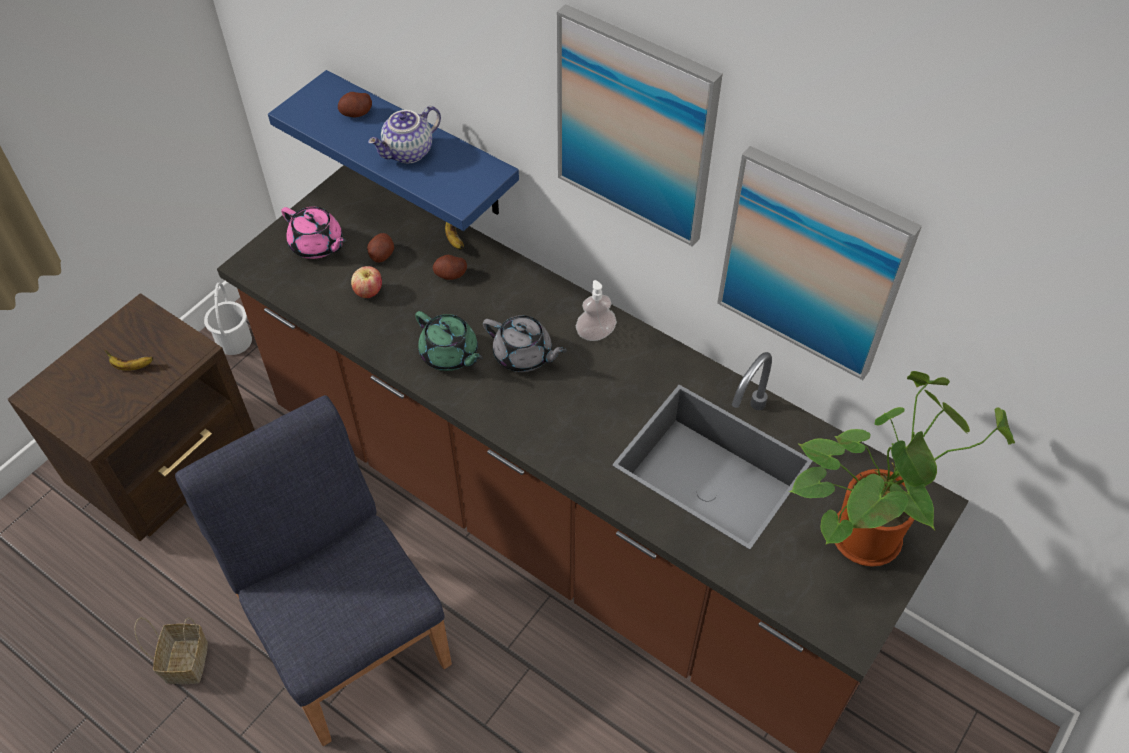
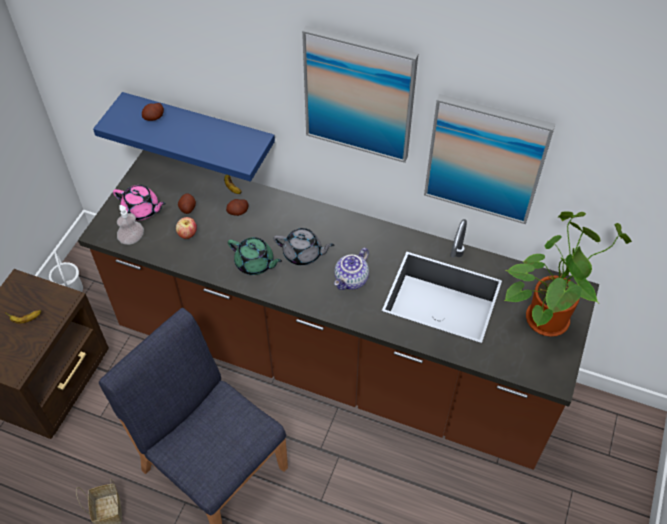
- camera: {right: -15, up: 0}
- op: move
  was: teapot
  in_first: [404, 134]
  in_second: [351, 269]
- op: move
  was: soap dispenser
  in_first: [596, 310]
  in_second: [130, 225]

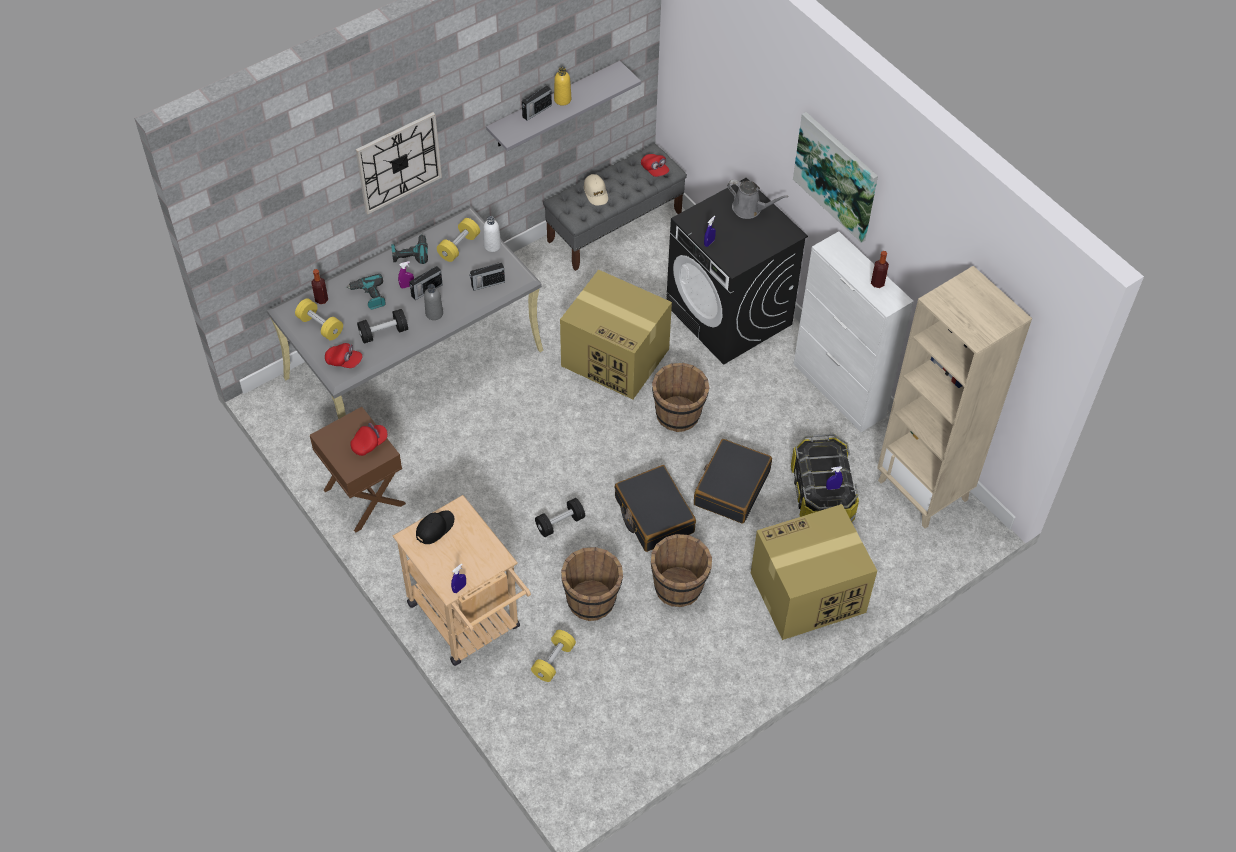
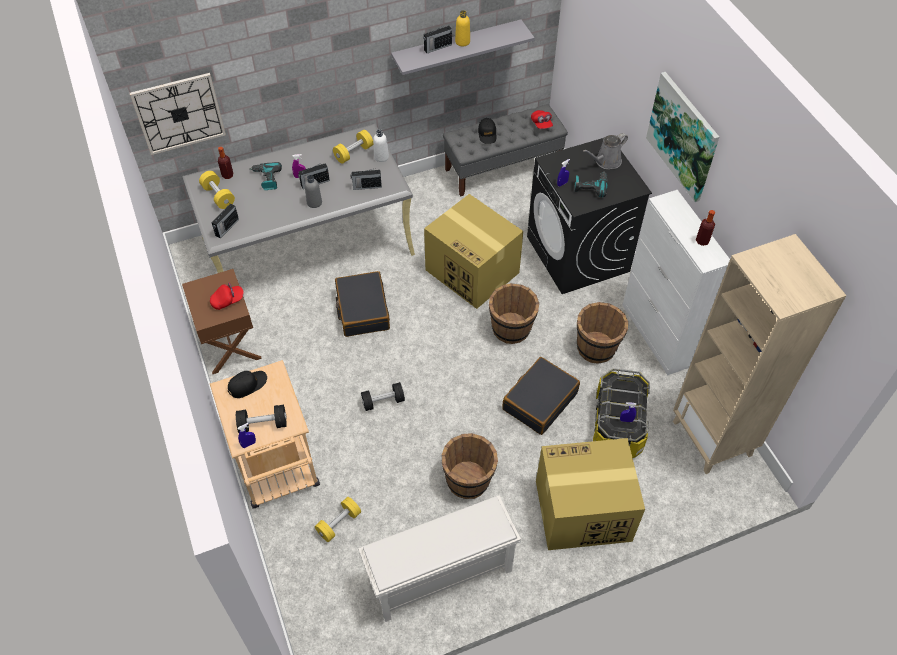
- camera: {right: 15, up: 0}
- op: replace
  was: cap (red)
  now: radio
  in_first: [343, 355]
  in_second: [225, 221]
- op: move
  was: wall clock
  in_first: [399, 163]
  in_second: [178, 114]
- op: move
  was: dumbbell (black)
  in_first: [382, 326]
  in_second: [261, 419]
- op: move
  was: power drill
  in_first: [409, 249]
  in_second: [591, 184]
- op: move
  was: bucket (brown)
  in_first: [592, 584]
  in_second: [602, 333]
- op: recolor
  was: cap (beige)
  now: cap (black)
  in_first: [596, 190]
  in_second: [487, 131]
- op: move
  was: suitcase (black)
  in_first: [655, 508]
  in_second: [362, 304]
- op: rotate
  was: watering can (grey)
  in_first: [758, 199]
  in_second: [605, 151]
  clockwise: 105
- op: insert
  now: shoe rack (white)
  in_second: [439, 558]

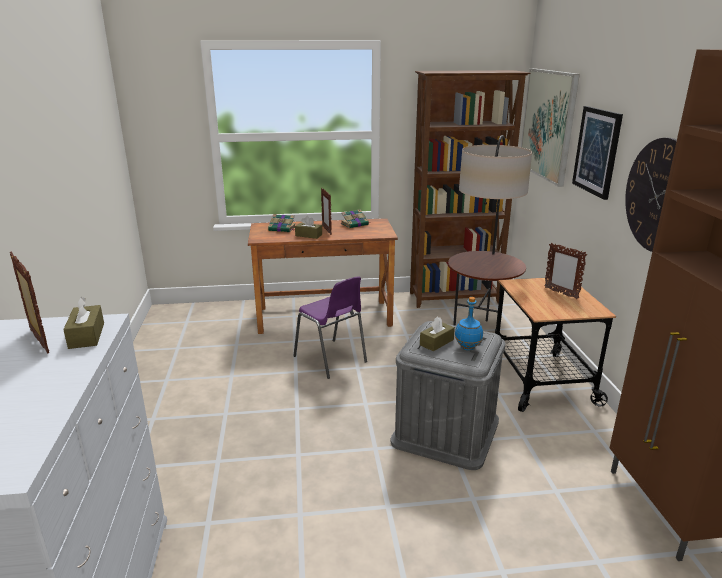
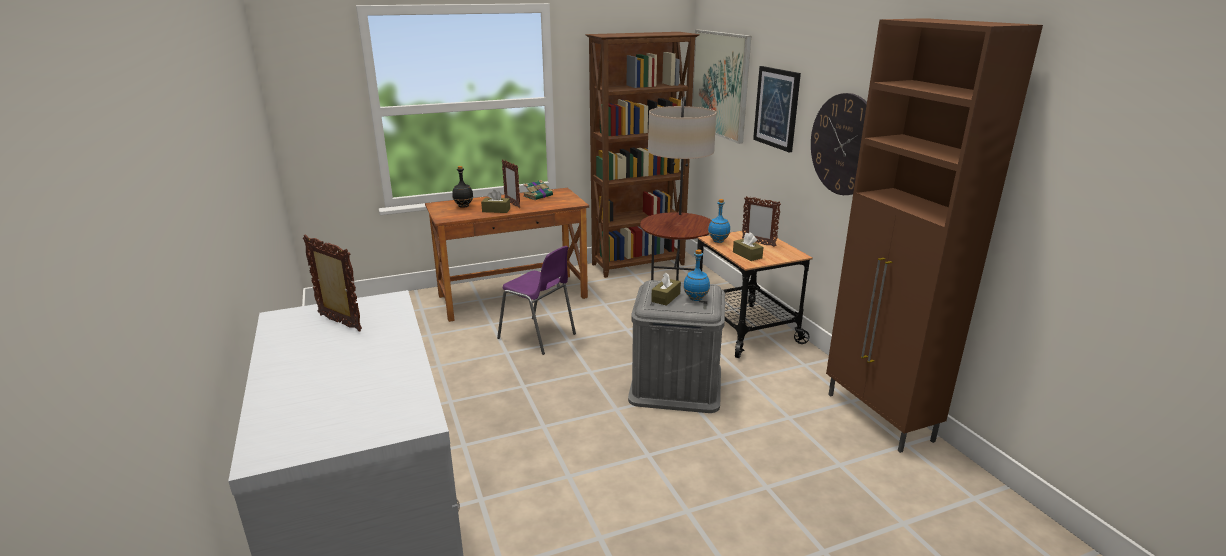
- camera: {right: -15, up: 0}
- op: move
  was: tissue box (brown)
  in_first: [83, 323]
  in_second: [748, 246]
- op: replace
  was: book
  now: bottle (black)
  in_first: [281, 223]
  in_second: [462, 187]
- op: insert
  now: bottle (blue)
  in_second: [719, 221]

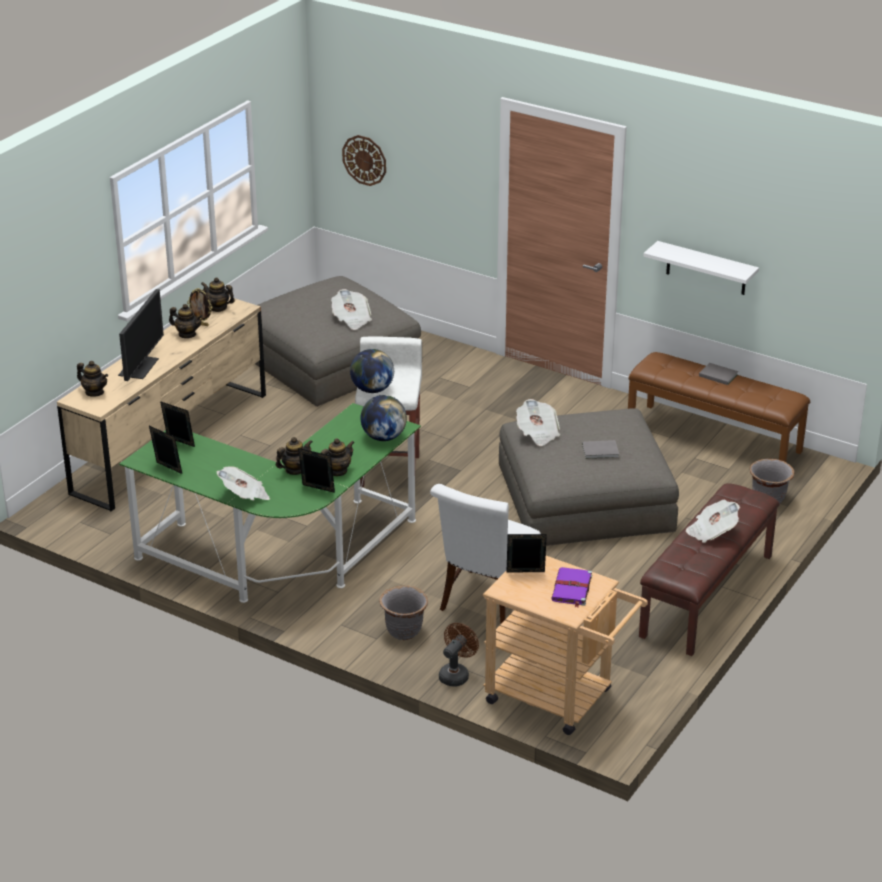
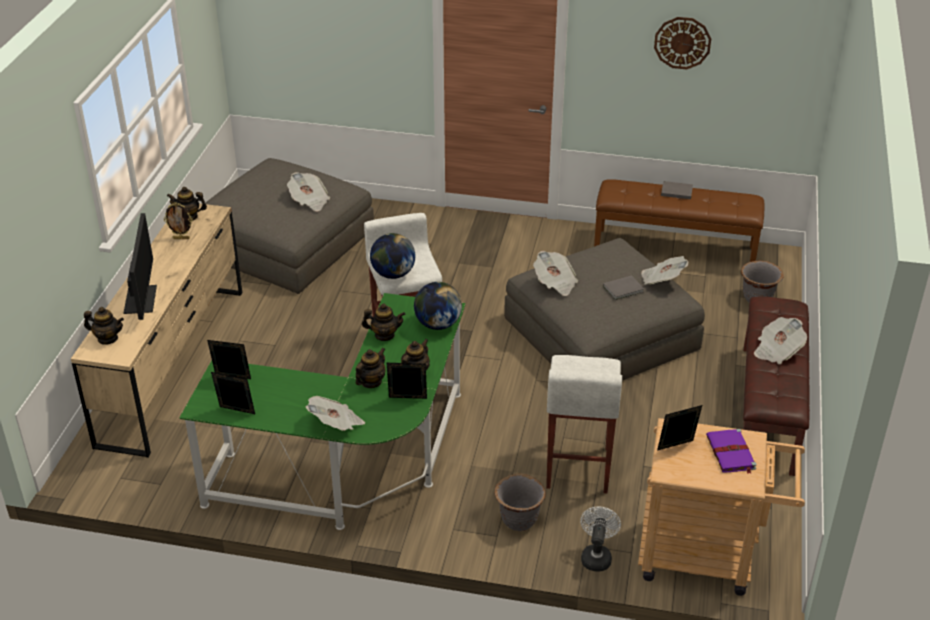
- camera: {right: -20, up: 5}
- op: move
  was: teapot
  in_first: [186, 321]
  in_second: [383, 322]
- op: move
  was: wall clock
  in_first: [364, 160]
  in_second: [682, 43]
- op: replace
  was: chair (white)
  now: stool (white)
  in_first: [485, 554]
  in_second: [584, 424]
- op: recolor
  was: fan (brown)
  now: fan (white)
  in_first: [459, 654]
  in_second: [600, 539]
- op: delete
  was: shelf (white)
  in_first: [701, 268]
- op: insert
  now: newspaper
  in_second: [664, 270]

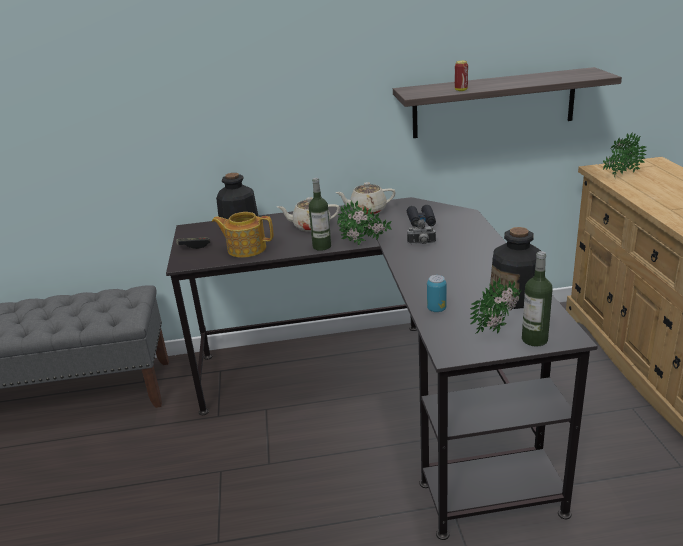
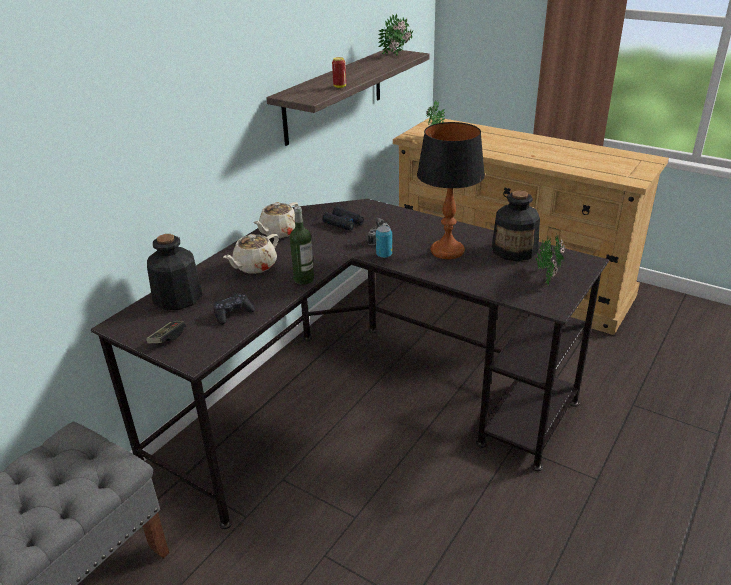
- camera: {right: -50, up: 5}
- op: replace
  was: teapot
  now: game controller (black)
  in_first: [243, 235]
  in_second: [234, 309]
- op: move
  was: potted plant
  in_first: [364, 223]
  in_second: [395, 34]
- op: move
  was: can
  in_first: [436, 293]
  in_second: [384, 242]
- op: delete
  was: bottle
  in_first: [537, 299]
- op: insert
  now: table lamp
  in_second: [451, 190]

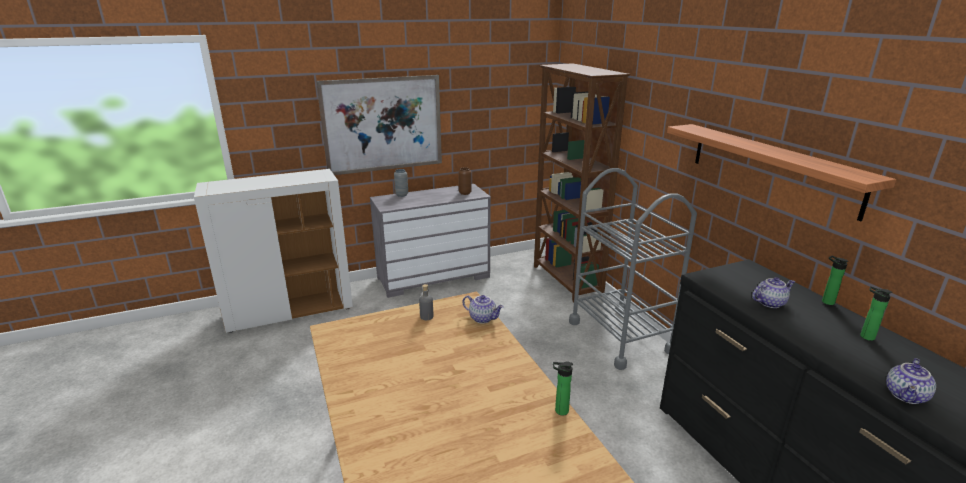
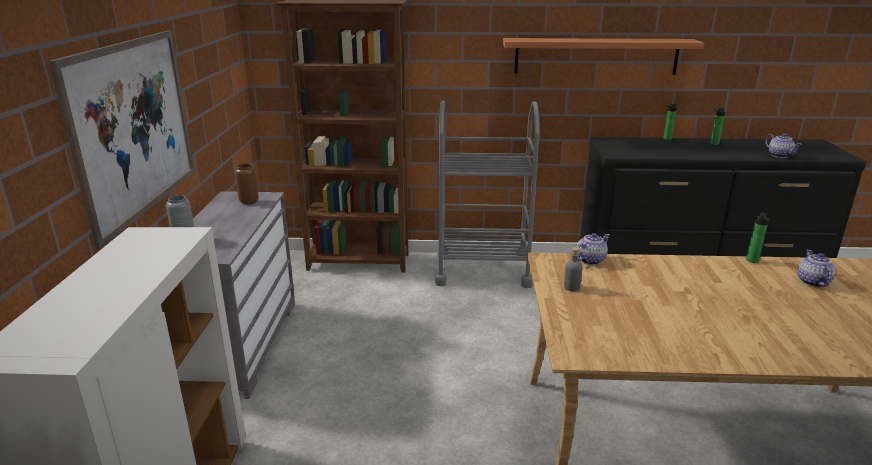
- camera: {right: -65, up: 0}
- op: move
  was: teapot
  in_first: [773, 292]
  in_second: [816, 268]

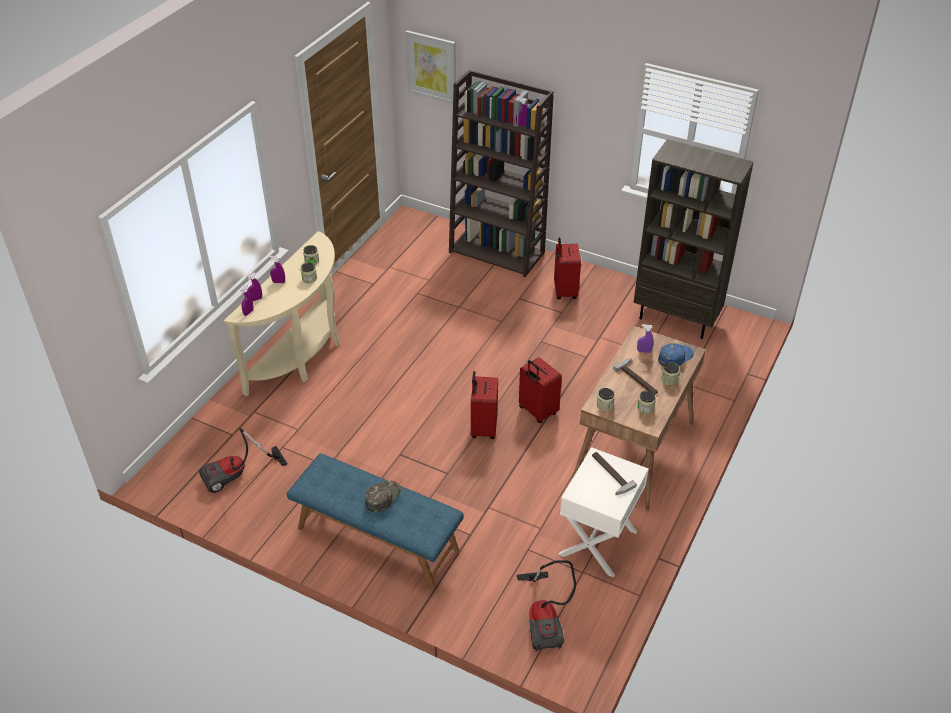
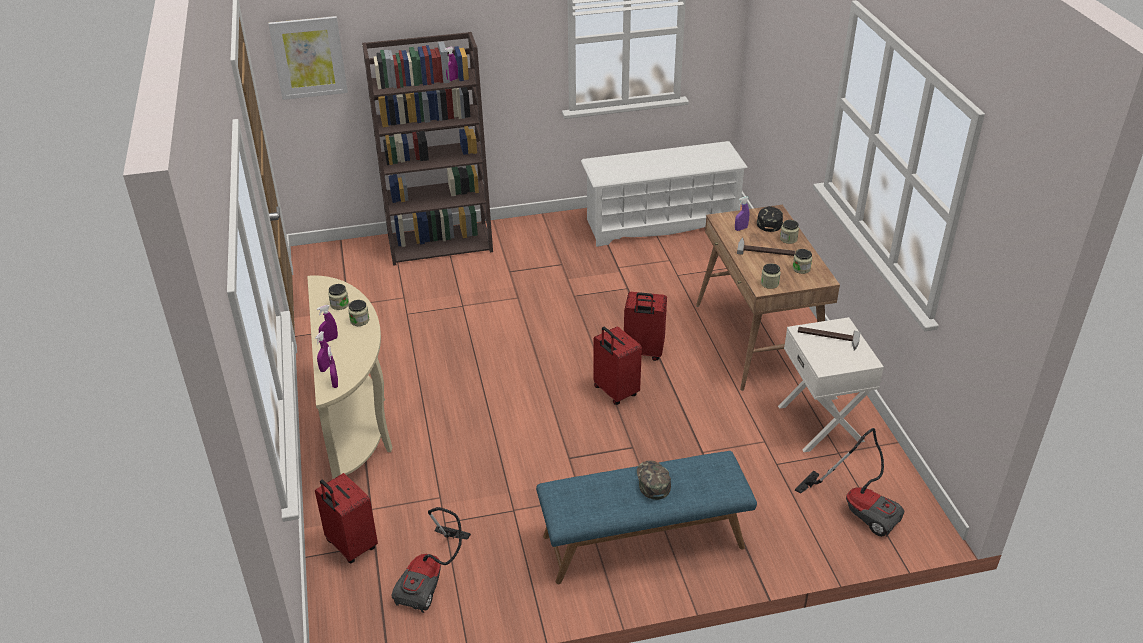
- camera: {right: -40, up: -5}
- op: move
  was: suitcase (red)
  in_first: [567, 268]
  in_second: [346, 518]
- op: replace
  was: bookcase (brown)
  now: shoe rack (white)
  in_first: [694, 239]
  in_second: [664, 194]
- op: recolor
  was: cap (blue)
  now: cap (black)
  in_first: [676, 354]
  in_second: [770, 219]

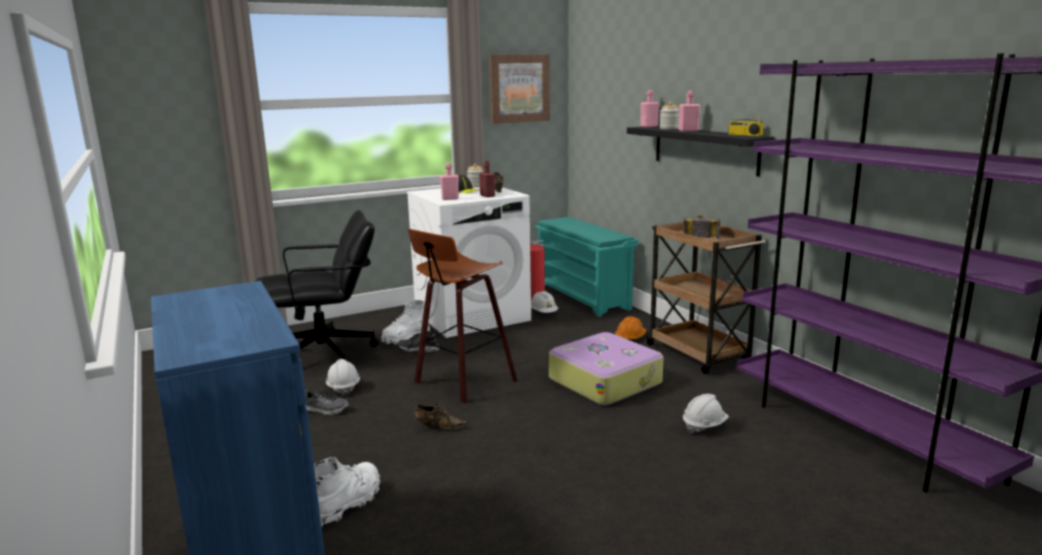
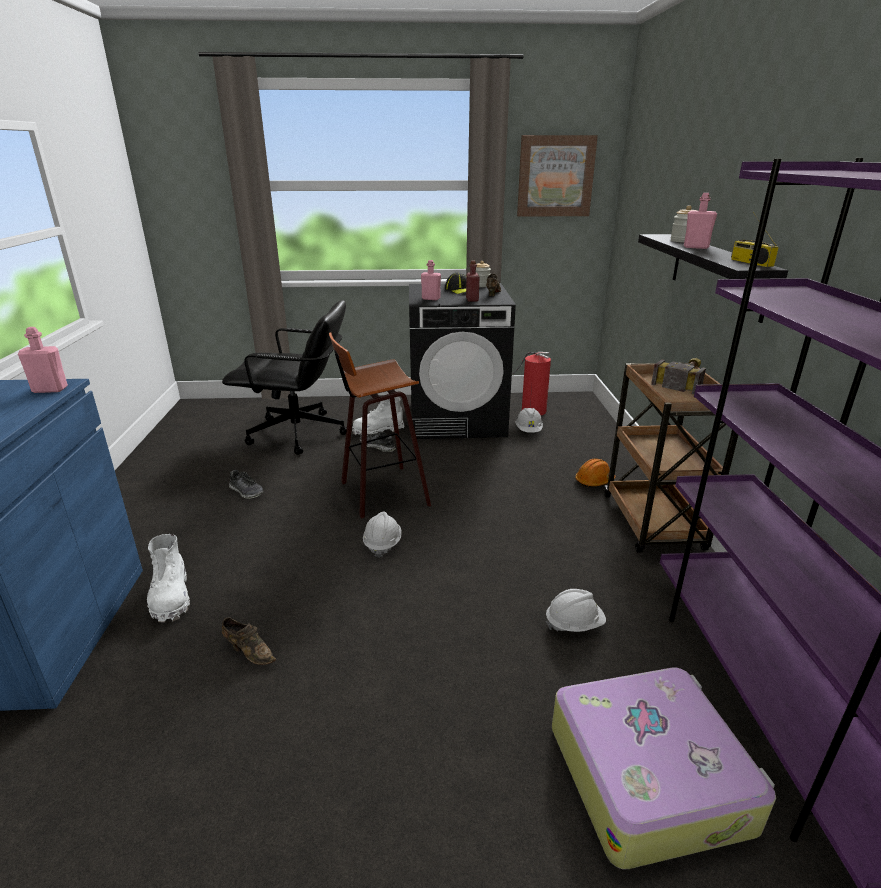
- camera: {right: 25, up: 10}
- op: rotate
  was: boot (white)
  in_first: [347, 492]
  in_second: [168, 578]
  clockwise: 105
- op: move
  was: hard hat (white)
  in_first: [343, 377]
  in_second: [382, 534]
- op: recolor
  was: washing machine (white)
  now: washing machine (black)
  in_first: [468, 262]
  in_second: [462, 361]
- op: move
  was: shoe (brown)
  in_first: [440, 416]
  in_second: [249, 641]
- op: delete
  was: shoe rack (turquoise)
  in_first: [586, 267]
- op: move
  was: suitcase
  in_first: [606, 368]
  in_second: [664, 768]
- op: move
  was: bottle (pink)
  in_first: [649, 108]
  in_second: [43, 360]

